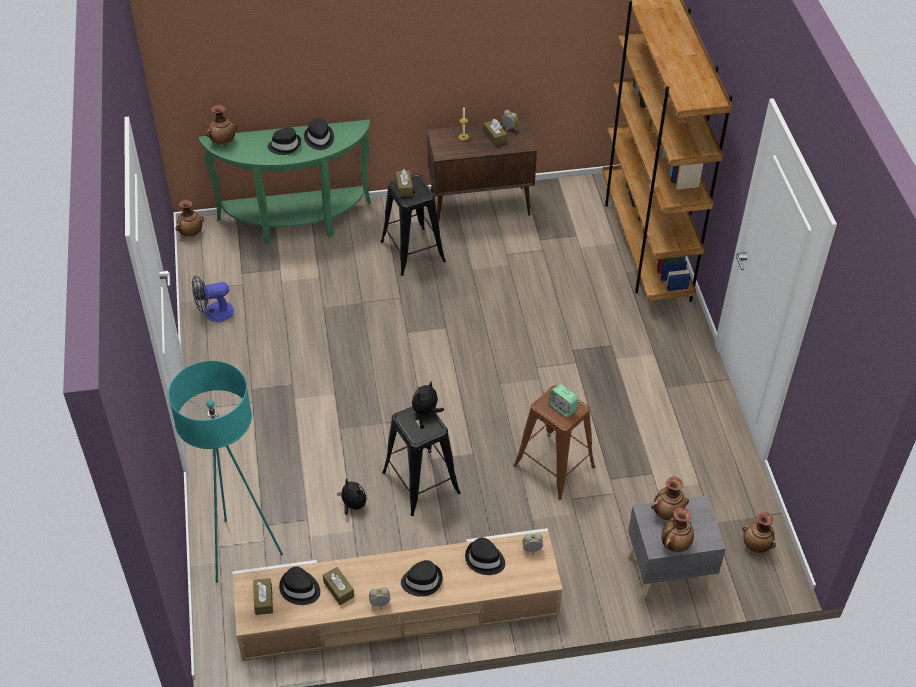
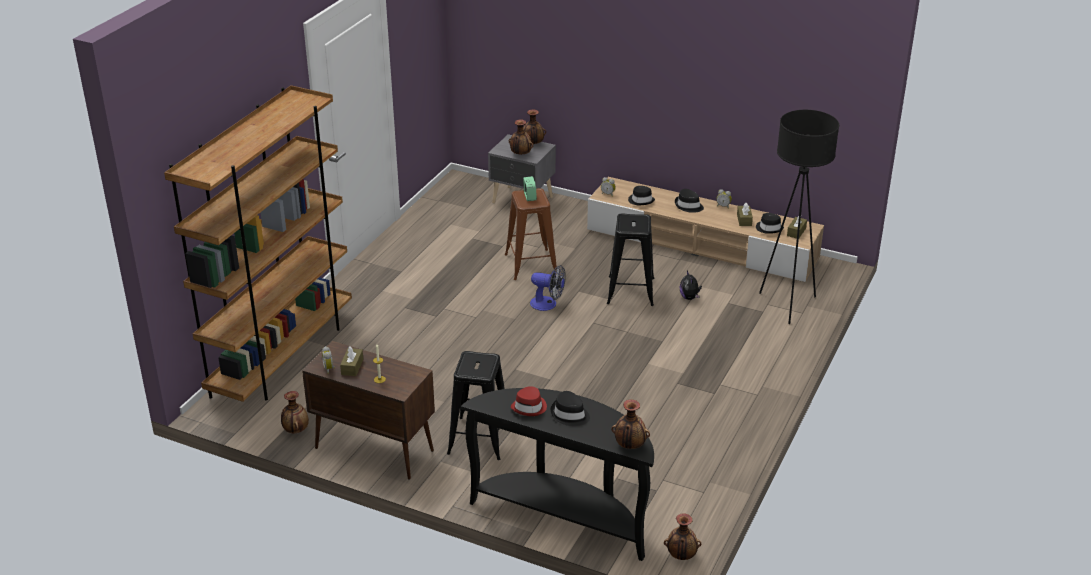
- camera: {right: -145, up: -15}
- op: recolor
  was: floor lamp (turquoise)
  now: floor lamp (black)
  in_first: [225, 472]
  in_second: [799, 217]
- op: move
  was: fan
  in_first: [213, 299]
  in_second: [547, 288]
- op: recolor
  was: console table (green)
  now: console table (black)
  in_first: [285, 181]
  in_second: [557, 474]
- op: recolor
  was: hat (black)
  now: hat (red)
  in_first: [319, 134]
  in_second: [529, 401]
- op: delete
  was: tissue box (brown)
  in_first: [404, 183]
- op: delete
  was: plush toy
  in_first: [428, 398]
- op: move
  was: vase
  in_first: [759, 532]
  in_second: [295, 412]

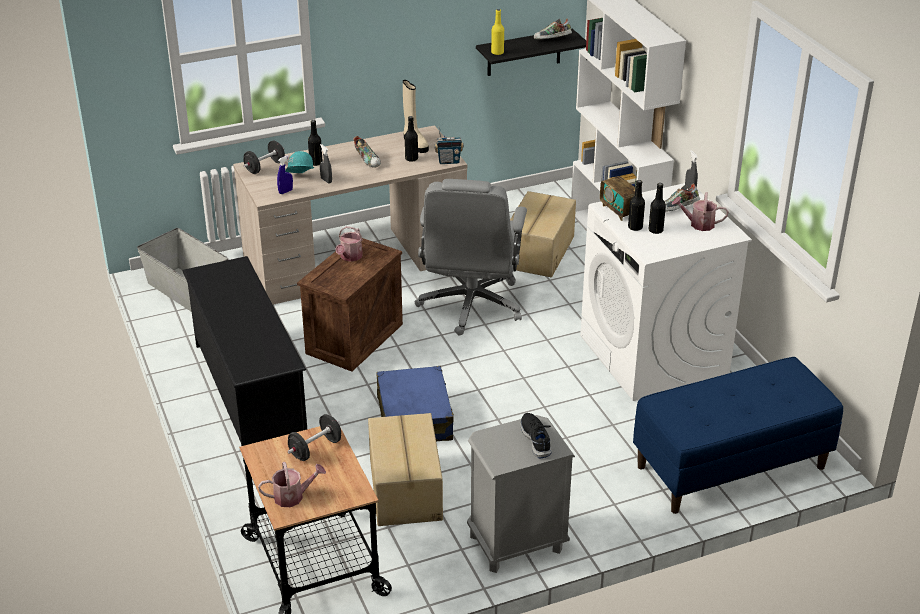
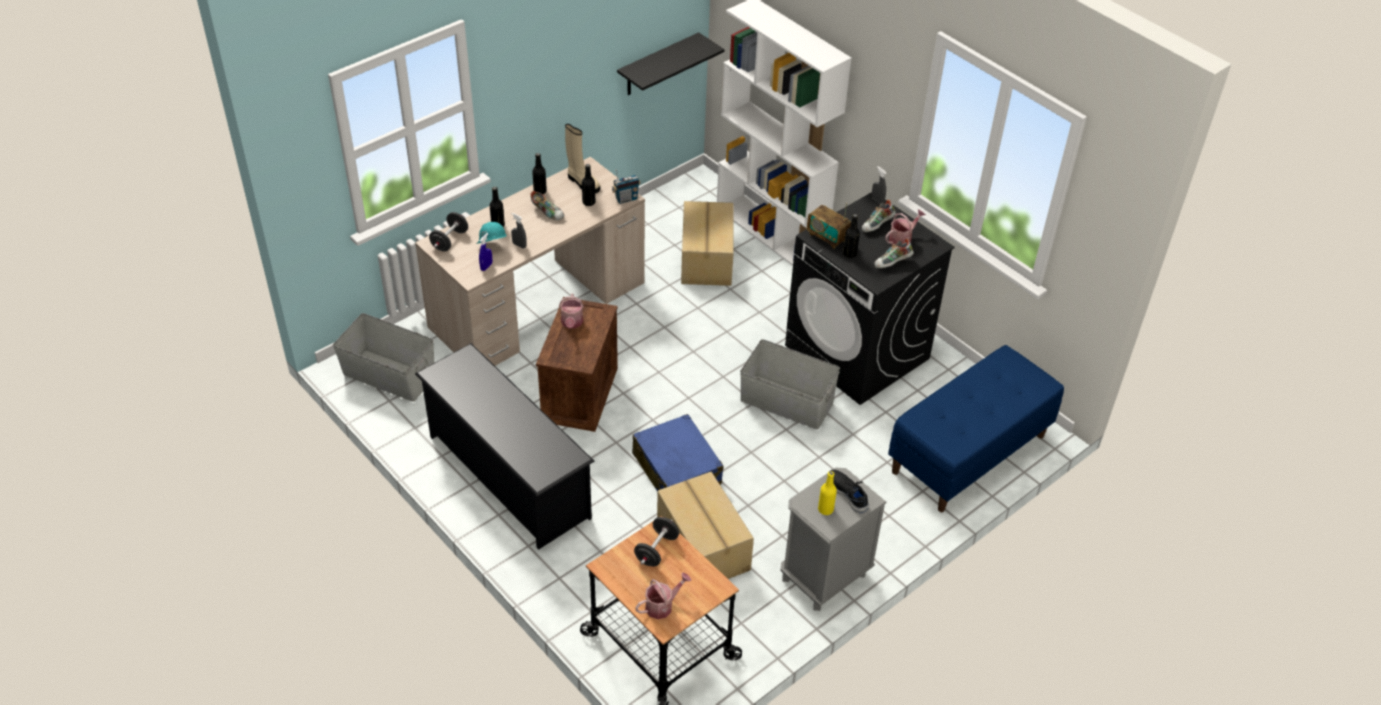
- camera: {right: -20, up: 10}
- op: delete
  was: office chair (grey)
  in_first: [471, 257]
- op: move
  was: bottle (yellow)
  in_first: [497, 32]
  in_second: [827, 493]
- op: move
  was: shoe
  in_first: [553, 28]
  in_second: [894, 253]
- op: recolor
  was: washing machine (white)
  now: washing machine (black)
  in_first: [666, 292]
  in_second: [870, 298]
- op: move
  was: bottle (black)
  in_first: [657, 208]
  in_second: [539, 173]
- op: rotate
  was: watering can
  in_first: [700, 211]
  in_second: [905, 227]
  clockwise: 150
- op: insert
  now: storage box (grey)
  in_second: [790, 384]

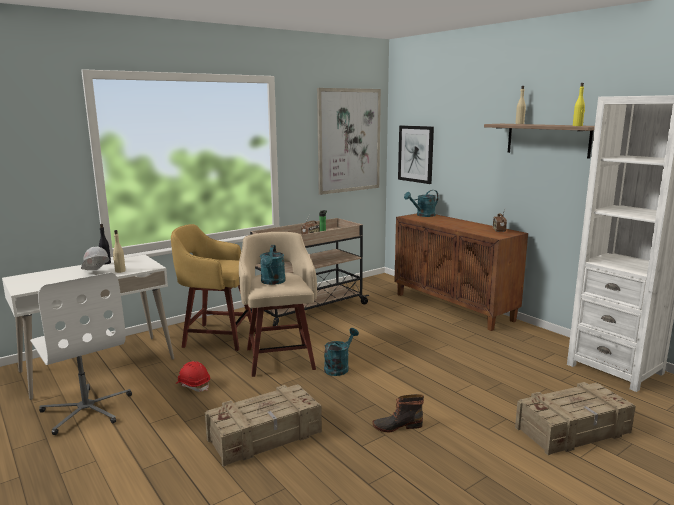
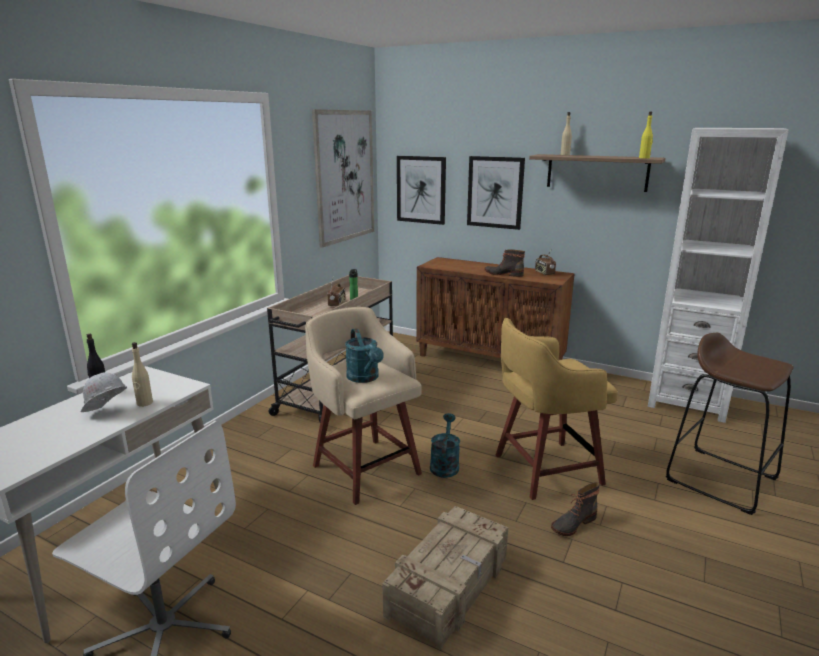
- camera: {right: -25, up: 5}
- op: move
  was: stool (yellow)
  in_first: [211, 287]
  in_second: [557, 409]
- op: delete
  was: hard hat (red)
  in_first: [192, 376]
- op: delete
  was: watering can (turquoise)
  in_first: [421, 203]
- op: replace
  was: crate
  now: stool (brown)
  in_first: [575, 418]
  in_second: [730, 424]
- op: insert
  now: picture
  in_second: [496, 193]
- op: insert
  now: boot
  in_second: [505, 263]

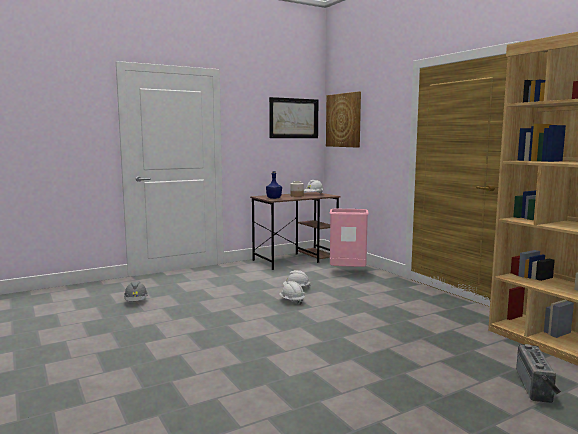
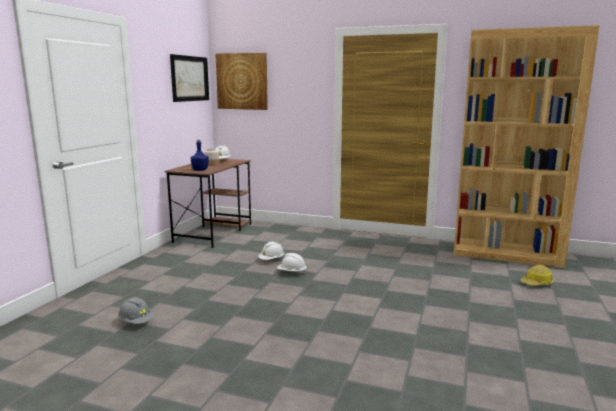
- camera: {right: -40, up: 5}
- op: delete
  was: trash can (pink)
  in_first: [349, 238]
- op: replace
  was: radio
  now: hard hat
  in_first: [538, 373]
  in_second: [537, 275]

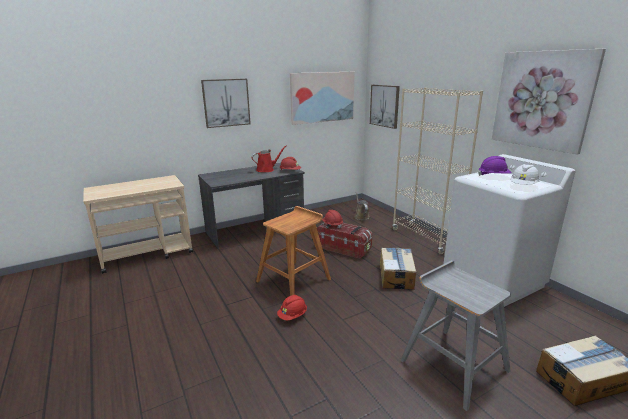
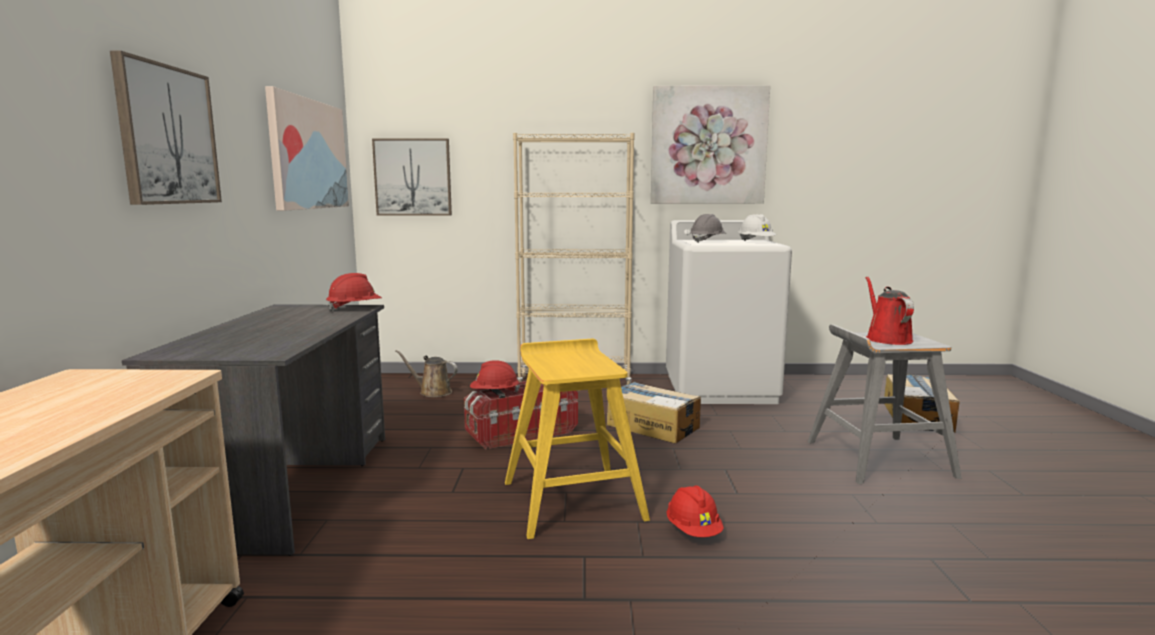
- camera: {right: -60, up: -10}
- op: move
  was: watering can (red)
  in_first: [269, 158]
  in_second: [889, 310]
- op: recolor
  was: stool (brown)
  now: stool (yellow)
  in_first: [293, 251]
  in_second: [577, 439]
- op: recolor
  was: hard hat (purple)
  now: hard hat (grey)
  in_first: [495, 166]
  in_second: [708, 228]

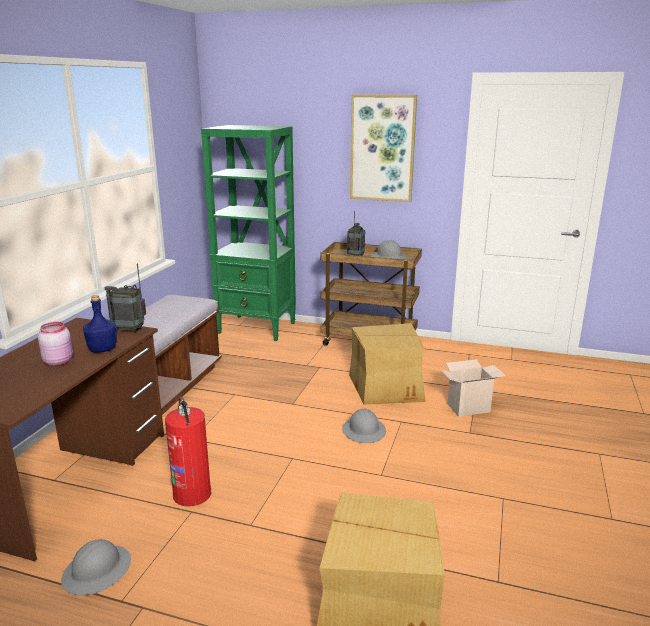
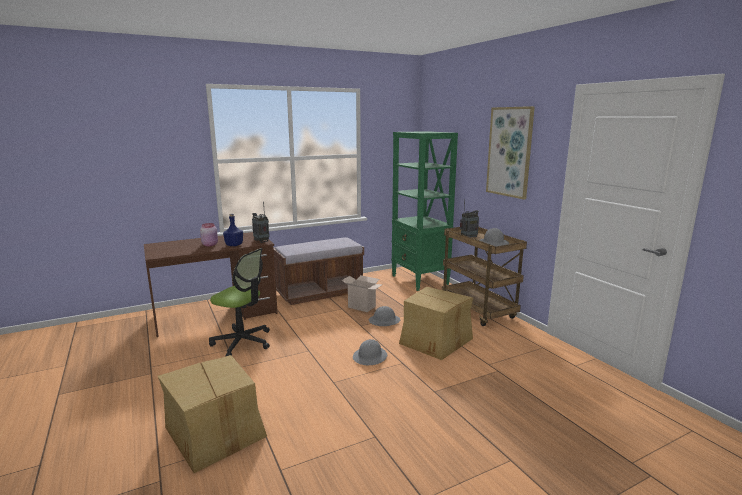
- camera: {right: 45, up: -5}
- op: move
  was: hard hat (grey)
  in_first: [96, 567]
  in_second: [384, 316]
- op: replace
  was: fire extinguisher
  now: office chair
  in_first: [188, 452]
  in_second: [239, 302]
- op: move
  was: cardboard box
  in_first: [473, 388]
  in_second: [362, 293]

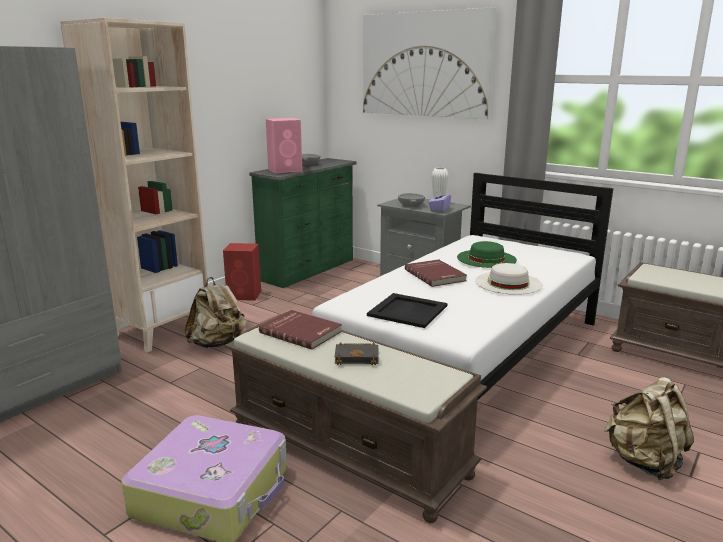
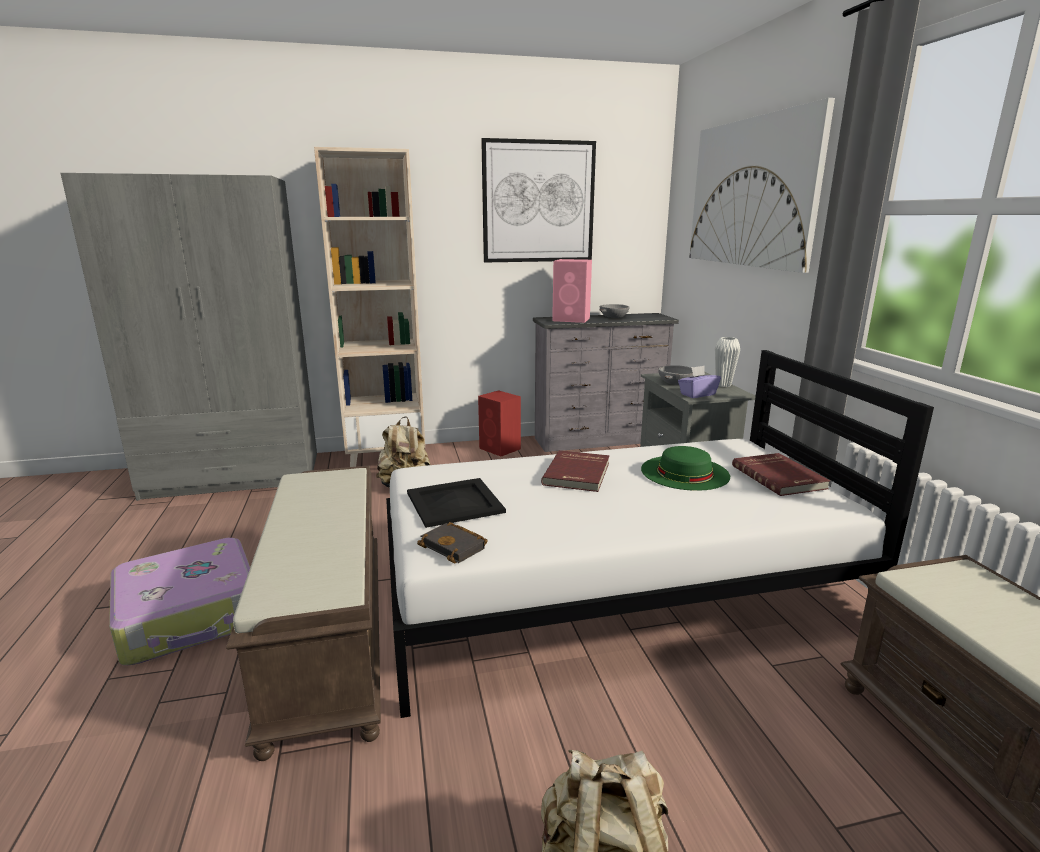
- camera: {right: 40, up: 0}
- op: recolor
  was: dresser (green)
  now: dresser (grey)
  in_first: [302, 223]
  in_second: [606, 382]
- op: move
  was: book (red)
  in_first: [300, 330]
  in_second: [781, 474]
- op: move
  was: book (black)
  in_first: [357, 353]
  in_second: [452, 543]
- op: delete
  was: hat (white)
  in_first: [509, 279]
- op: insert
  now: picture
  in_second: [538, 200]

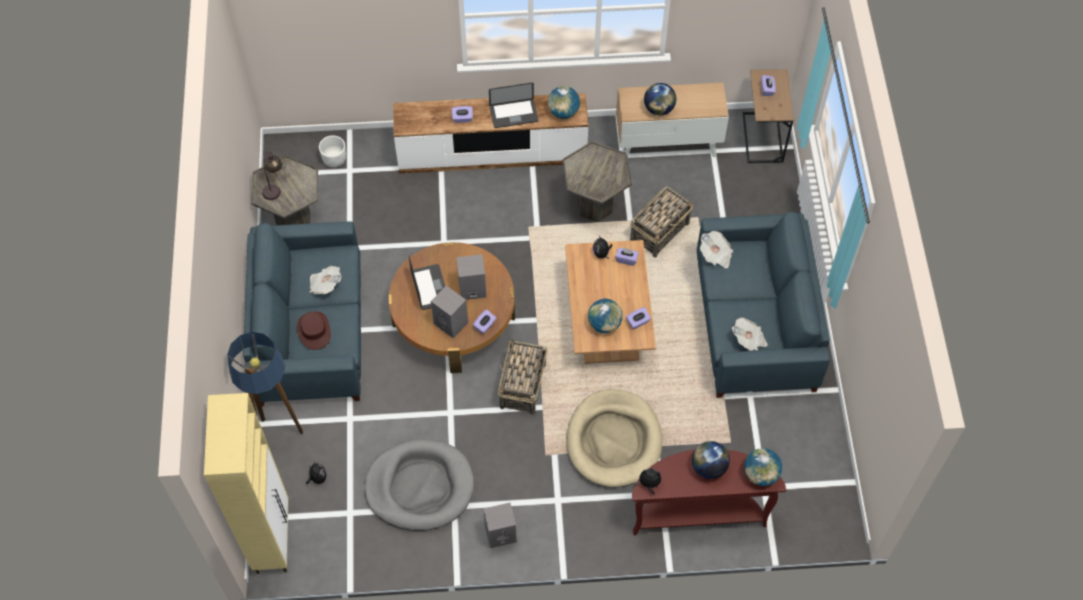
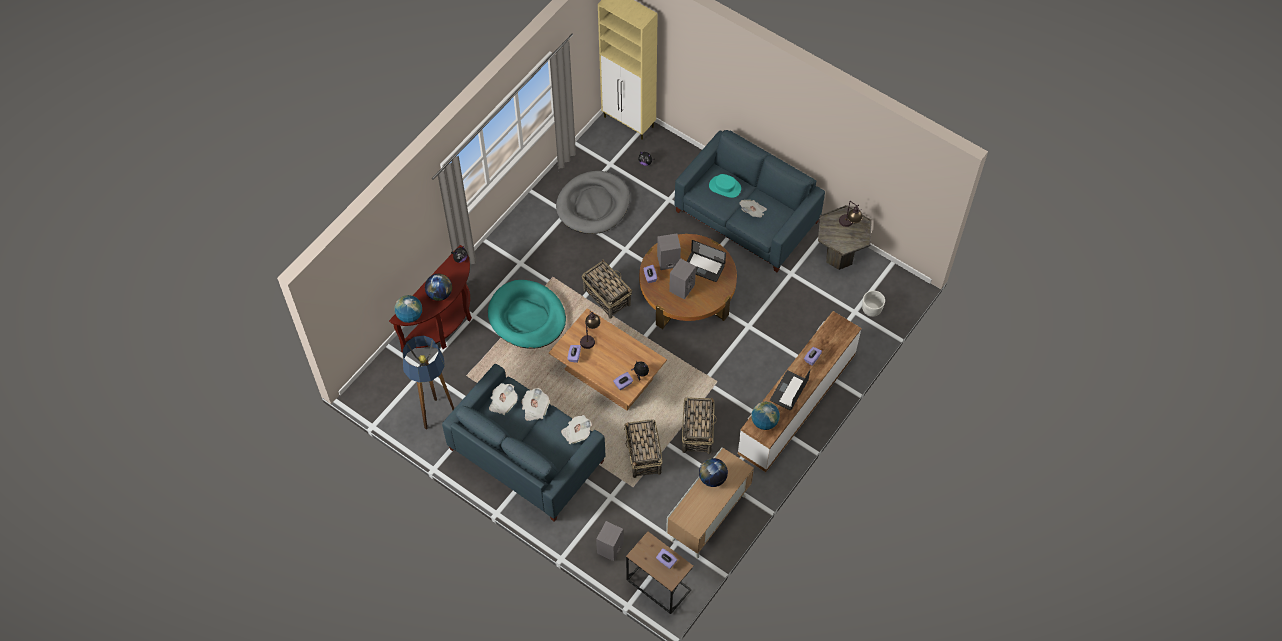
- camera: {right: 130, up: 0}
- op: move
  was: floor lamp
  in_first: [265, 383]
  in_second: [428, 383]
- op: recolor
  was: hat (brown)
  now: hat (turquoise)
  in_first: [314, 331]
  in_second: [725, 186]
- op: move
  was: speaker (grey)
  in_first: [500, 526]
  in_second: [610, 541]
- op: replace
  was: side table (grey)
  now: basket
  in_first: [597, 181]
  in_second: [699, 425]
- op: recolor
  was: dog bed (beige)
  now: dog bed (turquoise)
  in_first: [614, 438]
  in_second: [527, 314]
- op: replace
  was: globe
  now: table lamp
  in_first: [605, 316]
  in_second: [590, 329]
- op: insert
  now: newspaper
  in_second: [535, 404]

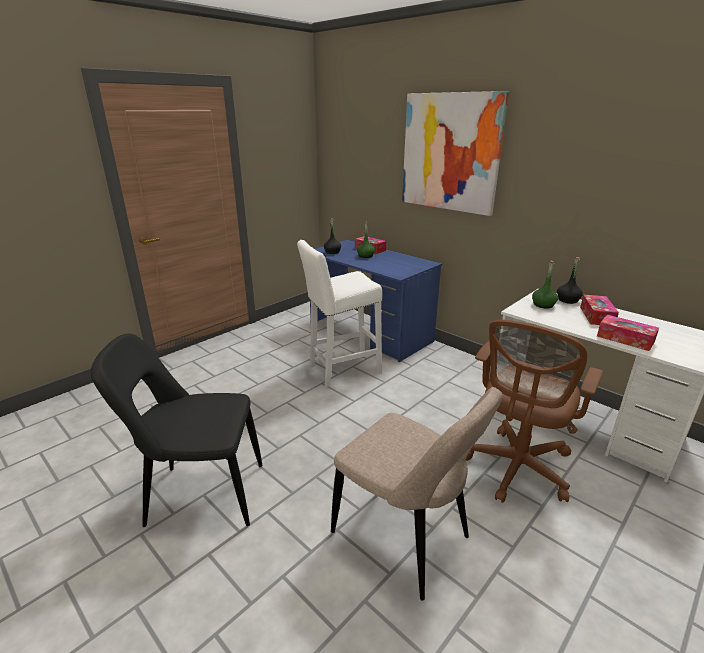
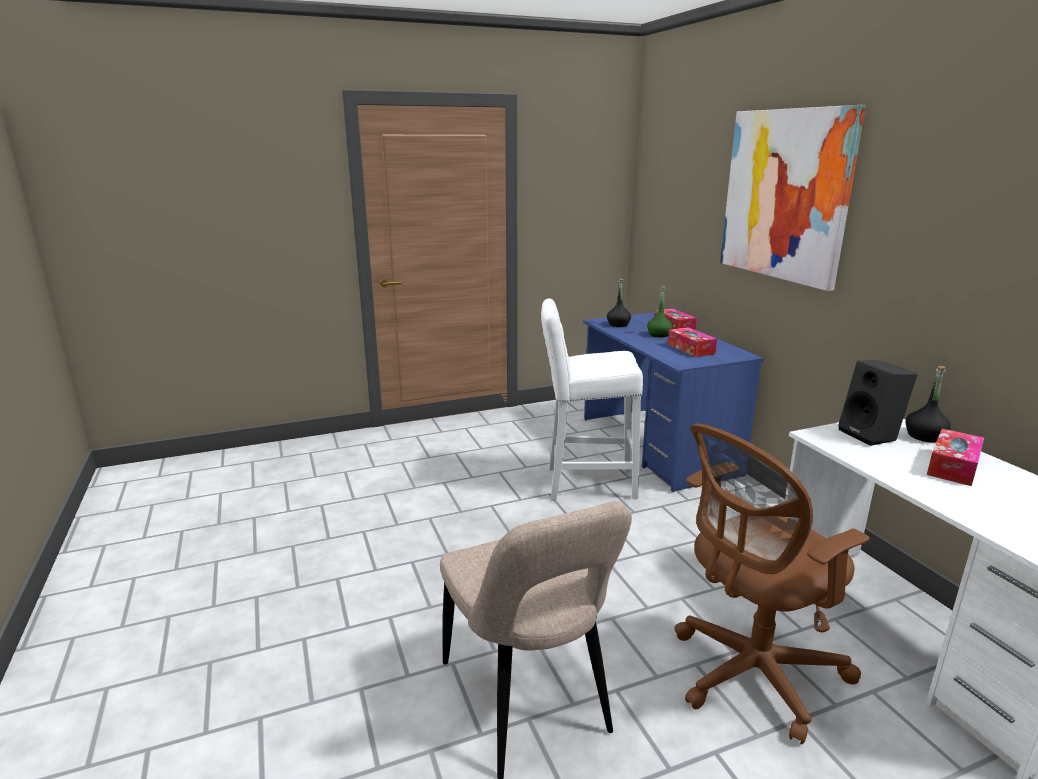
- camera: {right: 25, up: -5}
- op: delete
  was: chair (black)
  in_first: [177, 430]
- op: replace
  was: bottle (green)
  now: speaker (black)
  in_first: [545, 285]
  in_second: [877, 403]
- op: move
  was: tissue box
  in_first: [628, 333]
  in_second: [692, 342]

